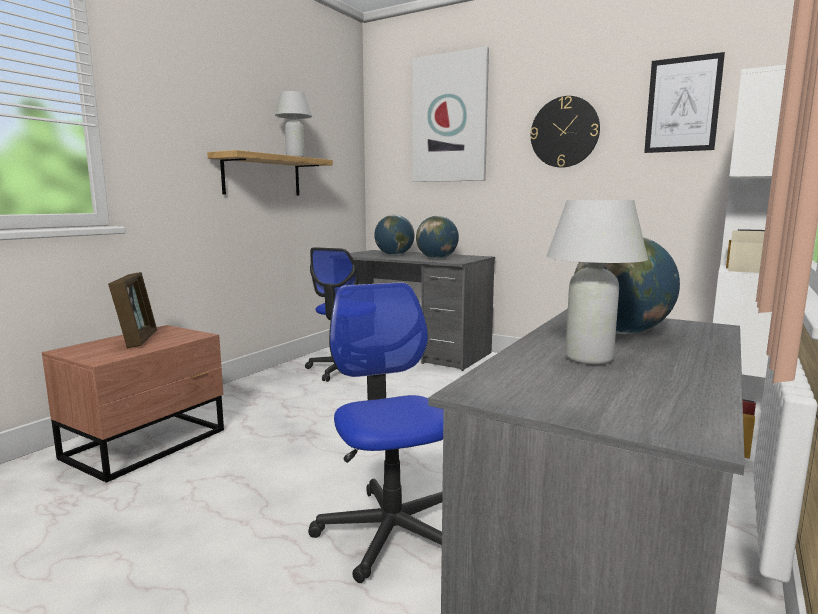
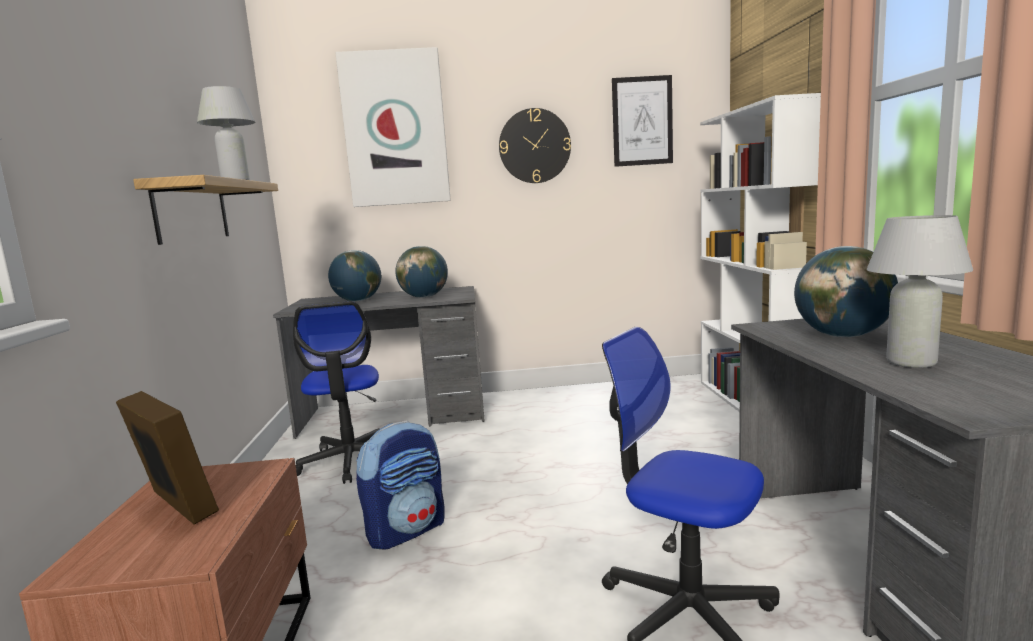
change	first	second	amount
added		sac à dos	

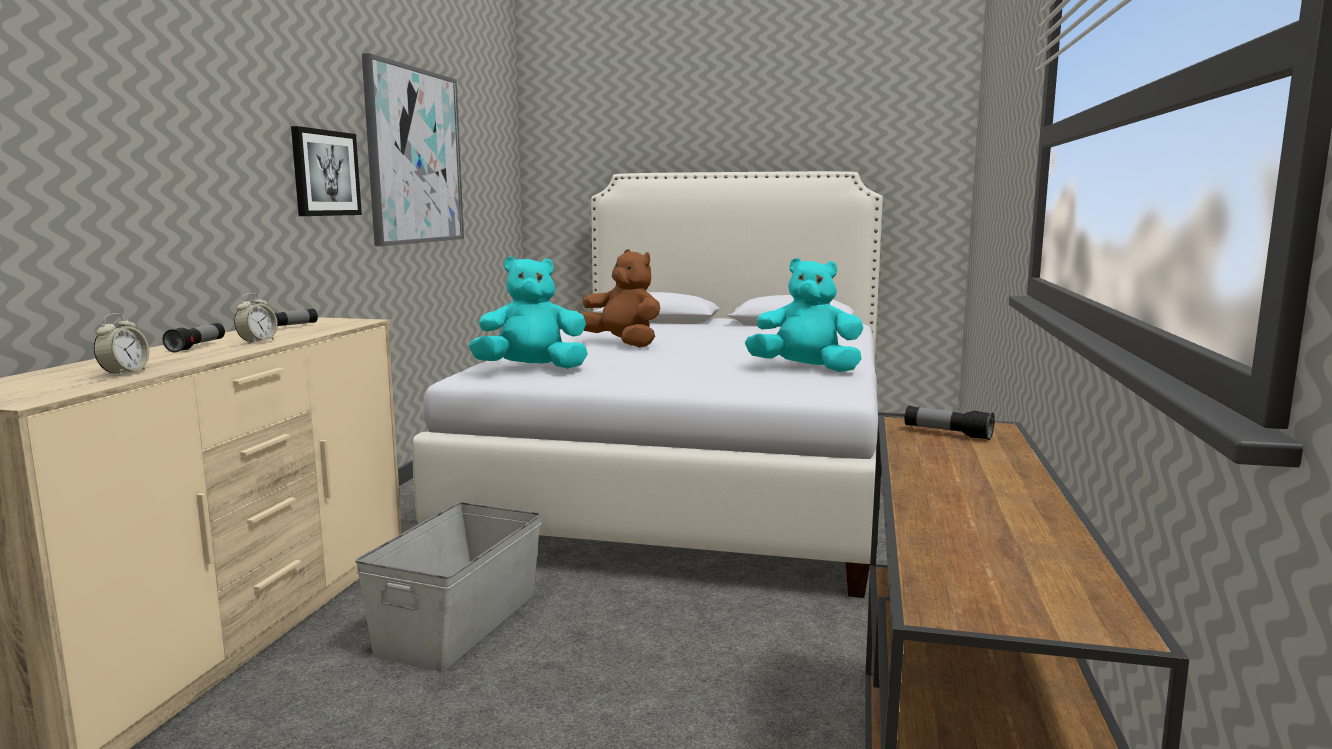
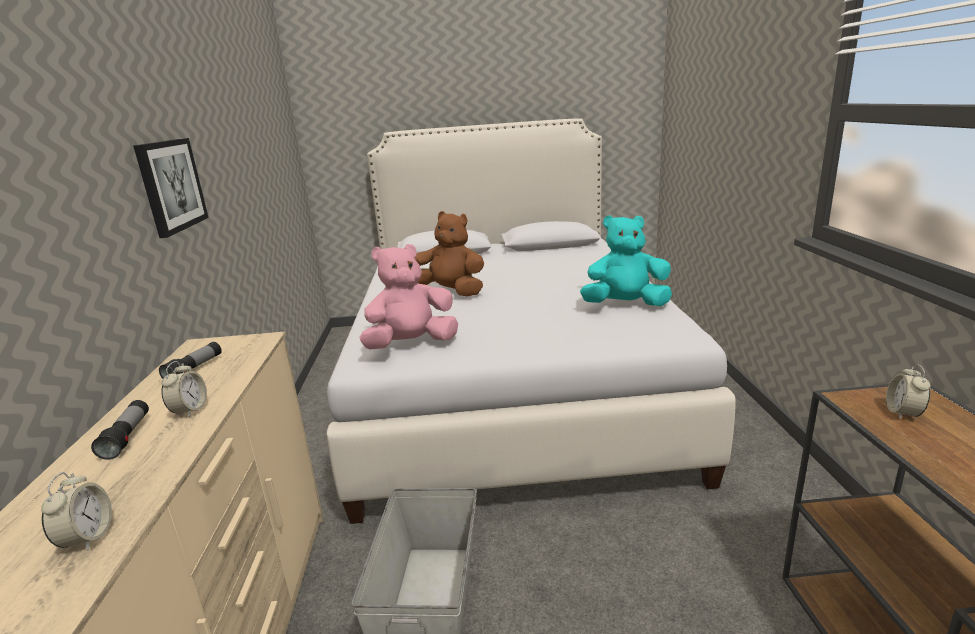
change	first	second	amount
removed	tableau (2nd from left)		
replaced	lampe de poche (3rd from left)	réveil (3rd from left)	
recoloured	peluche [turquoise] (1st from left)	peluche [rose]	

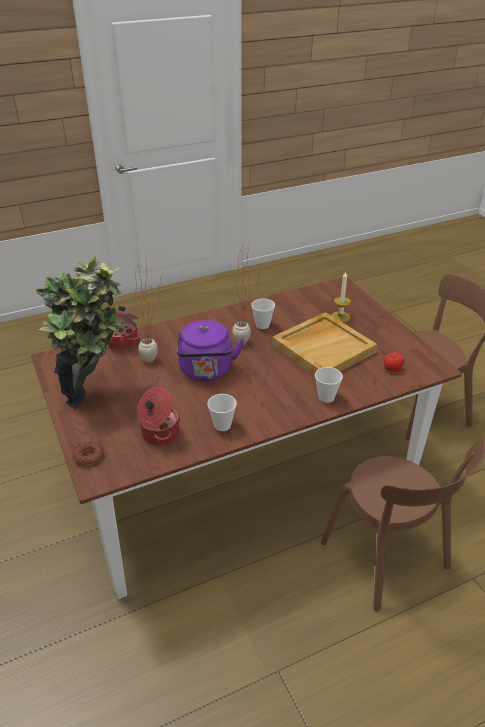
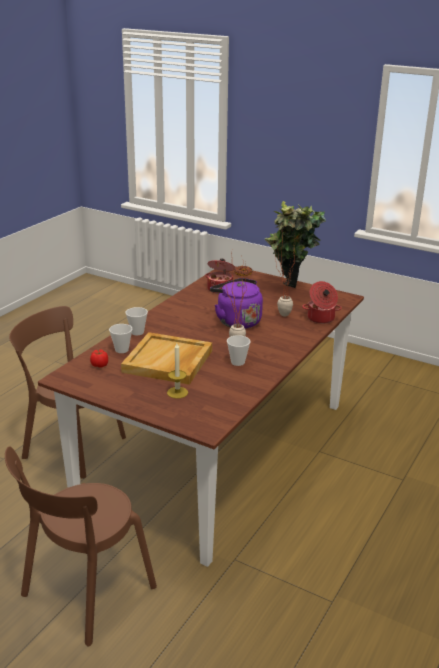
change	first	second	amount
moved	tasse (1st from left)		

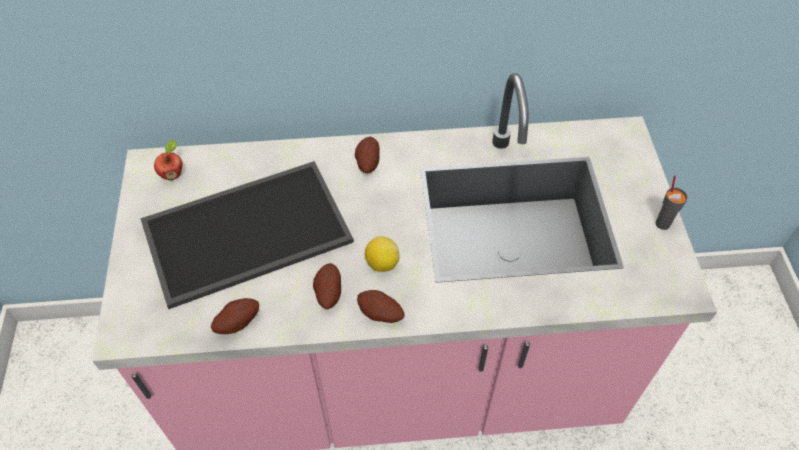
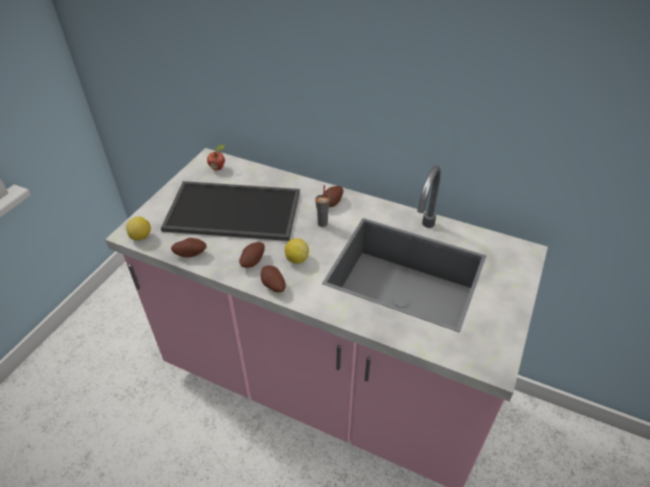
change	first	second	amount
added		citron (1st from left)	
moved	tasse [gris]		

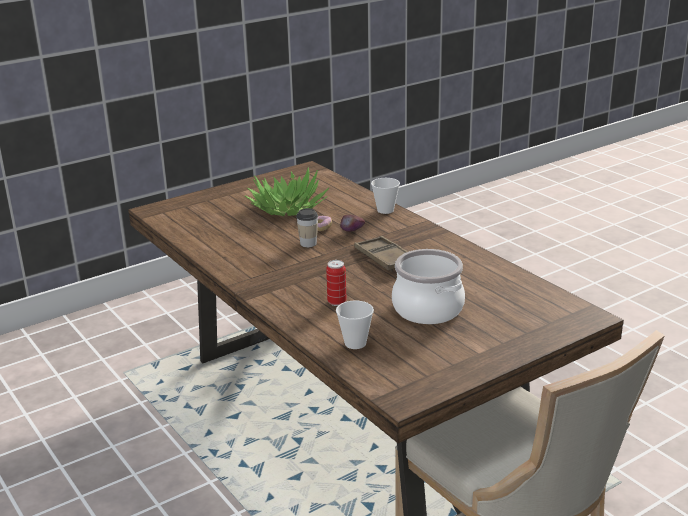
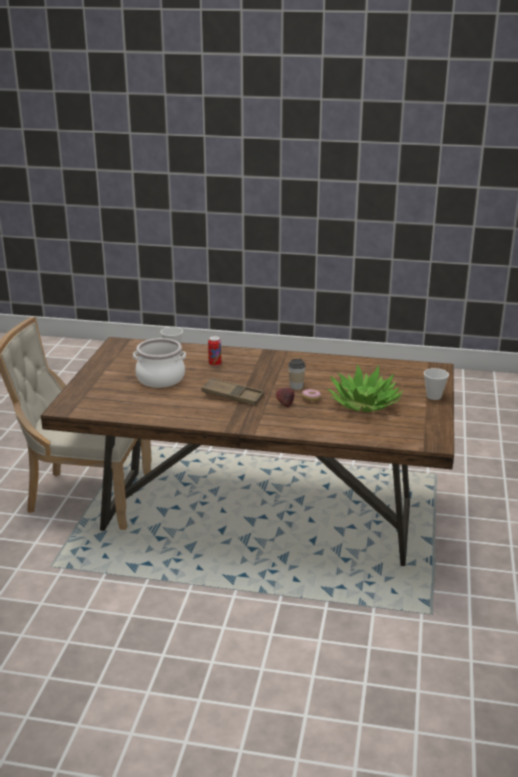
change	first	second	amount
moved	tasse (3rd from left)		

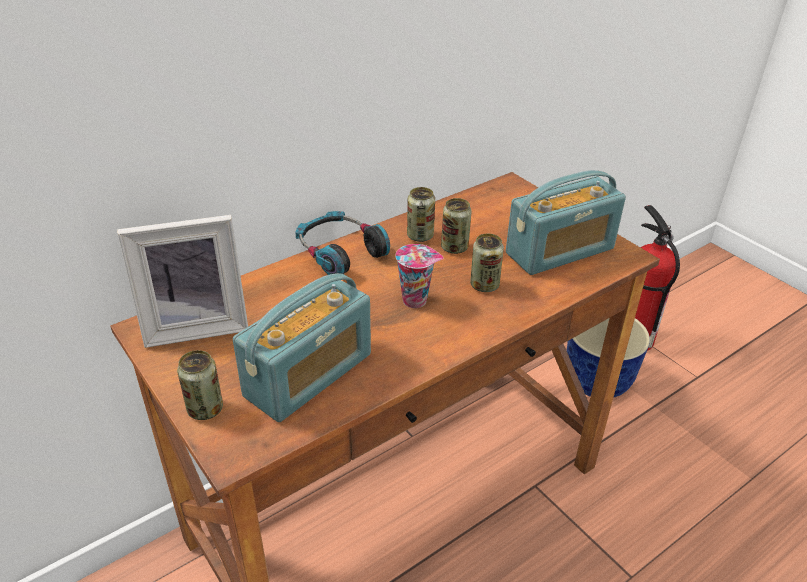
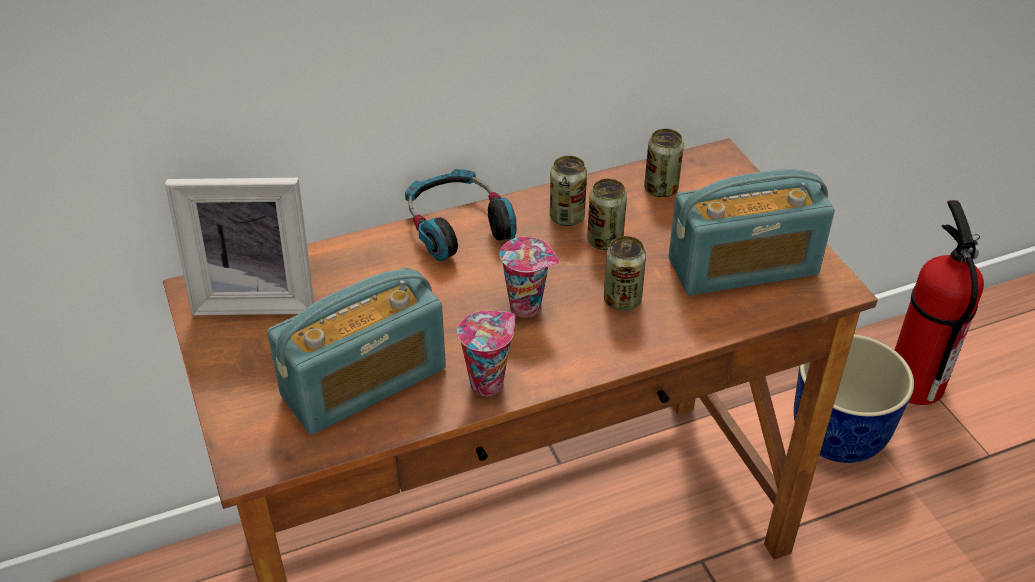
change	first	second	amount
added		tasse (1st from left)	
moved	boîte métallique (1st from left in the first image)	boîte métallique (4th from left)	

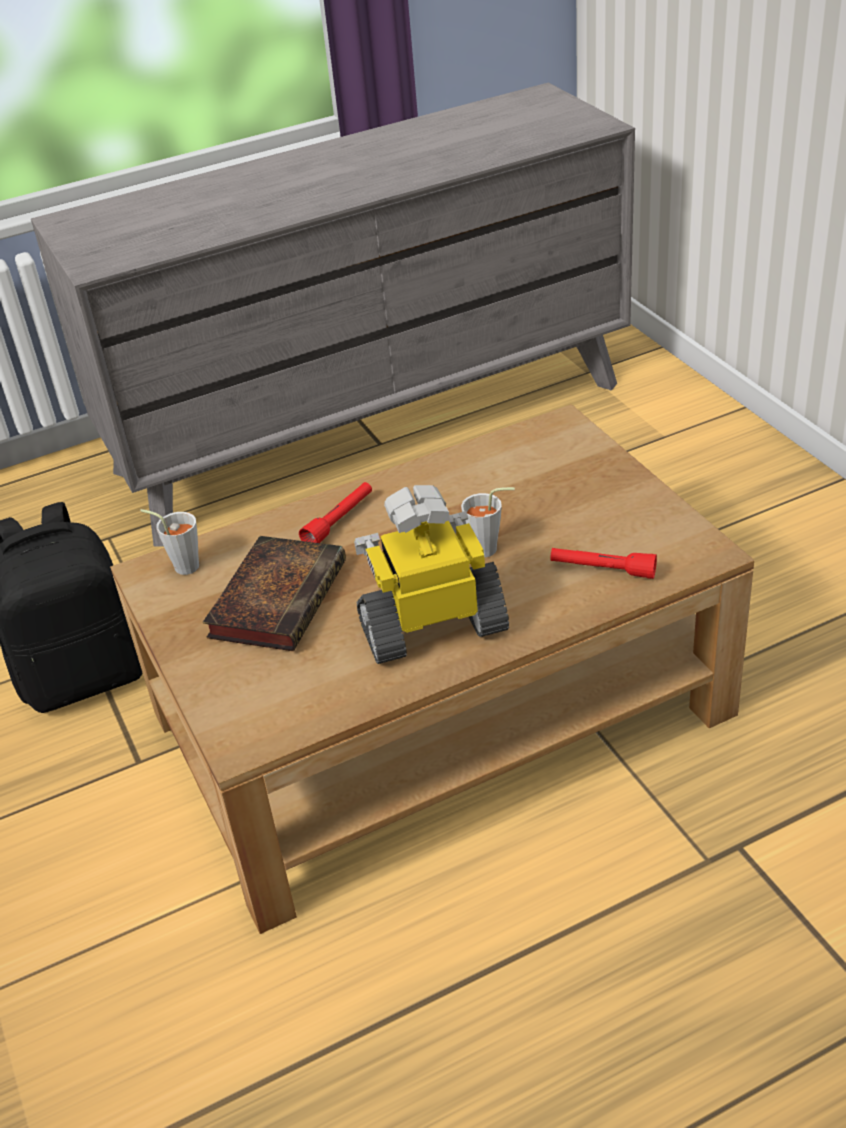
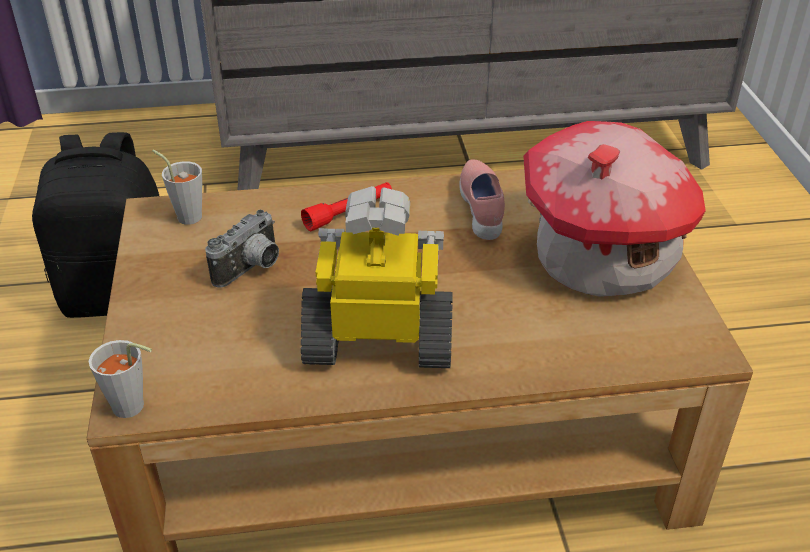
change	first	second	amount
removed	lampe de poche [rouge] (2nd from left)		
added		chaussure [rose]	
added		maison miniature	
moved	tasse [gris] (2nd from left in the first image)	tasse [gris] (1st from left)	
replaced	livre	appareil photo	

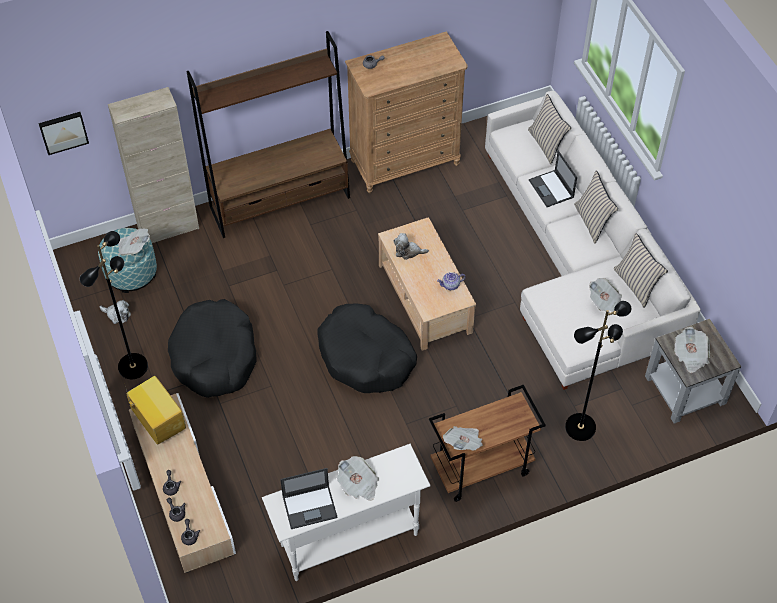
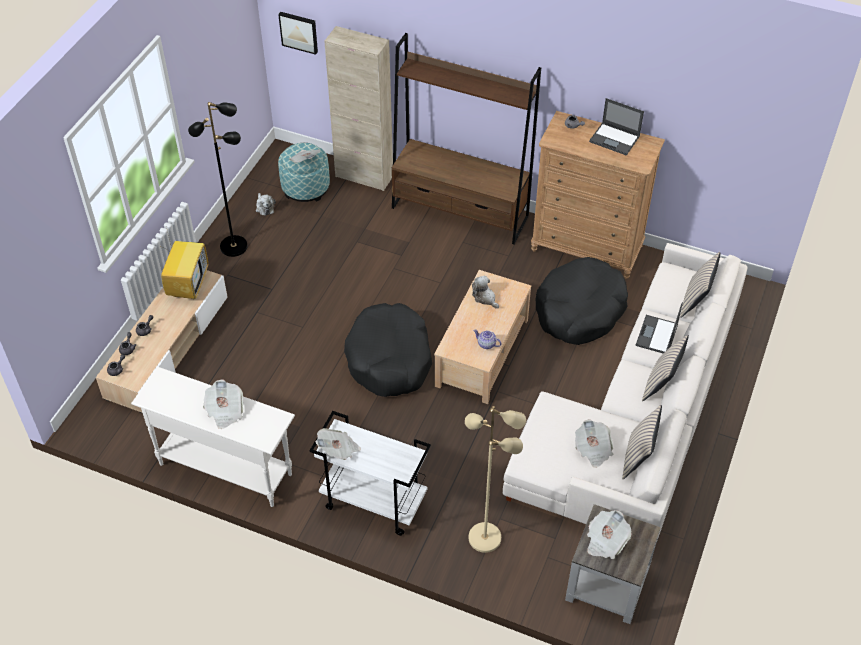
change	first	second	amount
moved	panier pour chien [noir] (1st from left in the first image)	panier pour chien [noir] (2nd from left)	
moved	ordinateur portable (1st from left)		
recoloured	chariot [marron]	chariot [blanc]	
recoloured	lampadaire [noir] (2nd from left)	lampadaire [beige]	

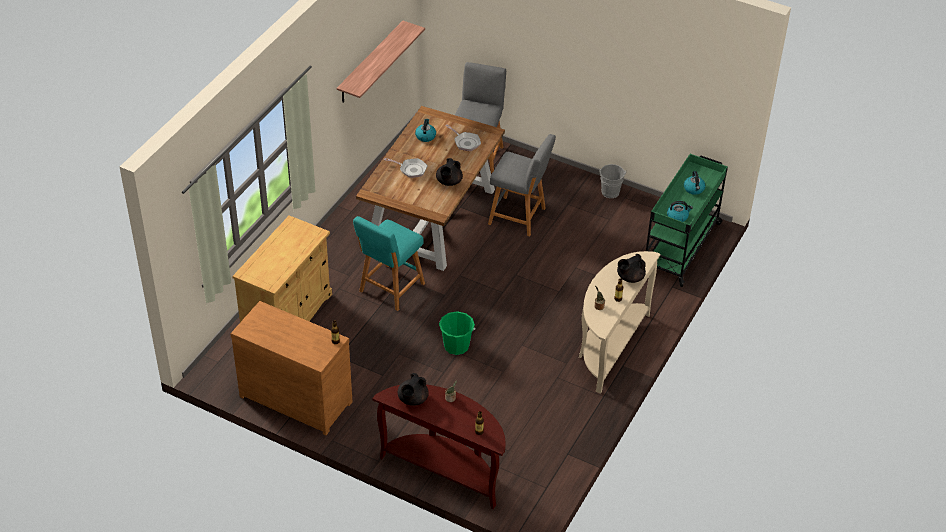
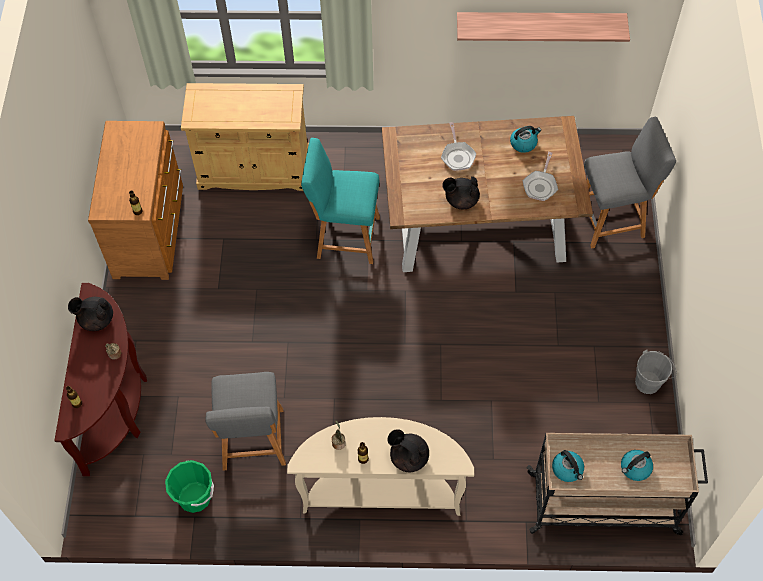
change	first	second	amount
moved	seau [vert]		
moved	tabouret [gris] (2nd from left in the first image)	tabouret [gris] (1st from left)	
recoloured	chariot [vert]	chariot [beige]	

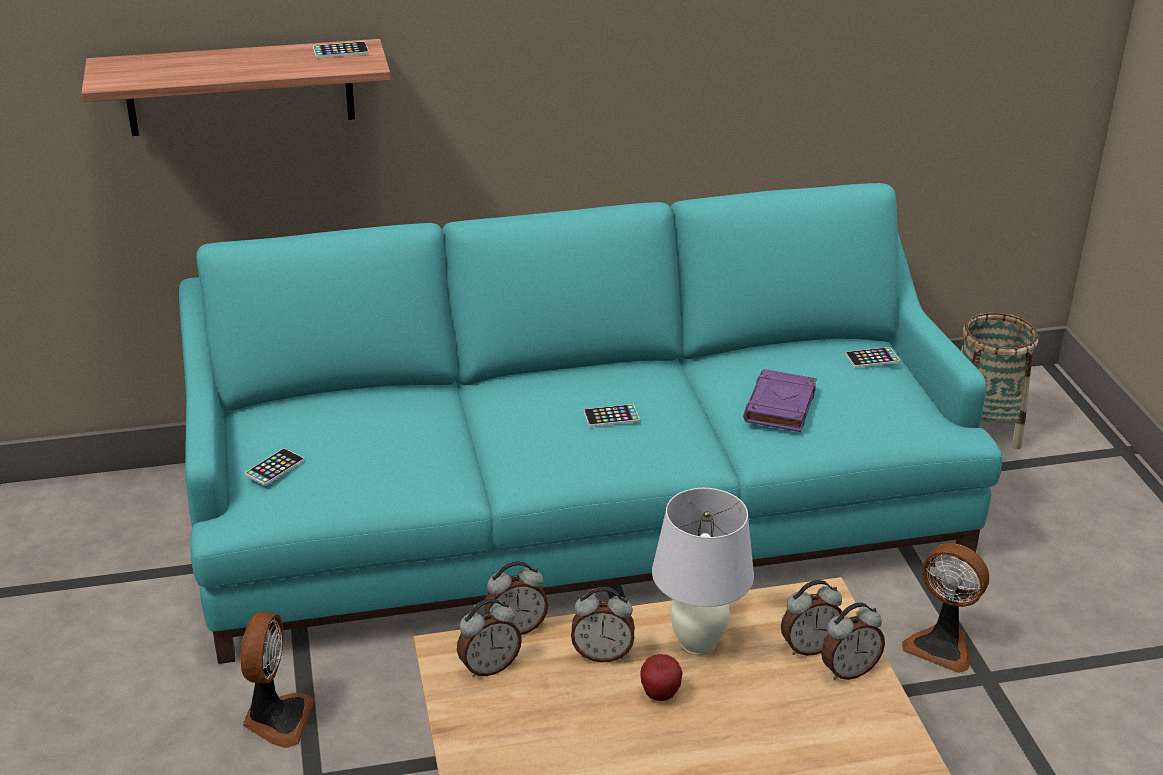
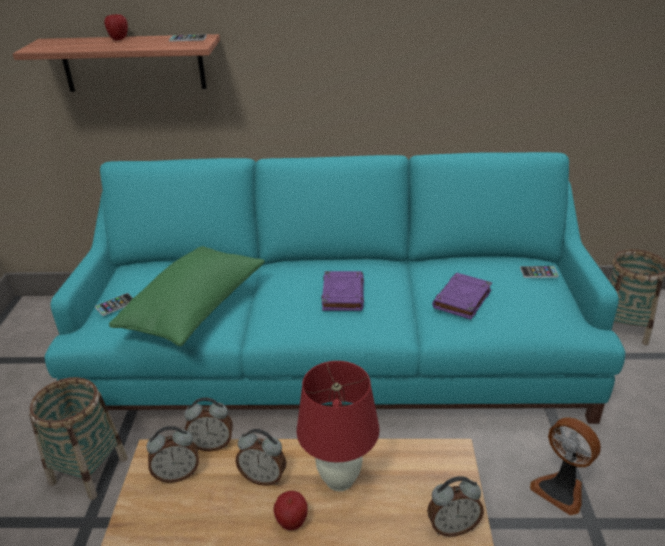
change	first	second	amount
removed	réveil (4th from left)		
added		pomme (1st from left)	
added		coussin [vert]	
replaced	ventilateur (1st from left)	panier (1st from left)	
replaced	téléphone (3rd from left)	livre [violet] (1st from left)	
recoloured	lampe de table [blanc]	lampe de table [rouge]	

